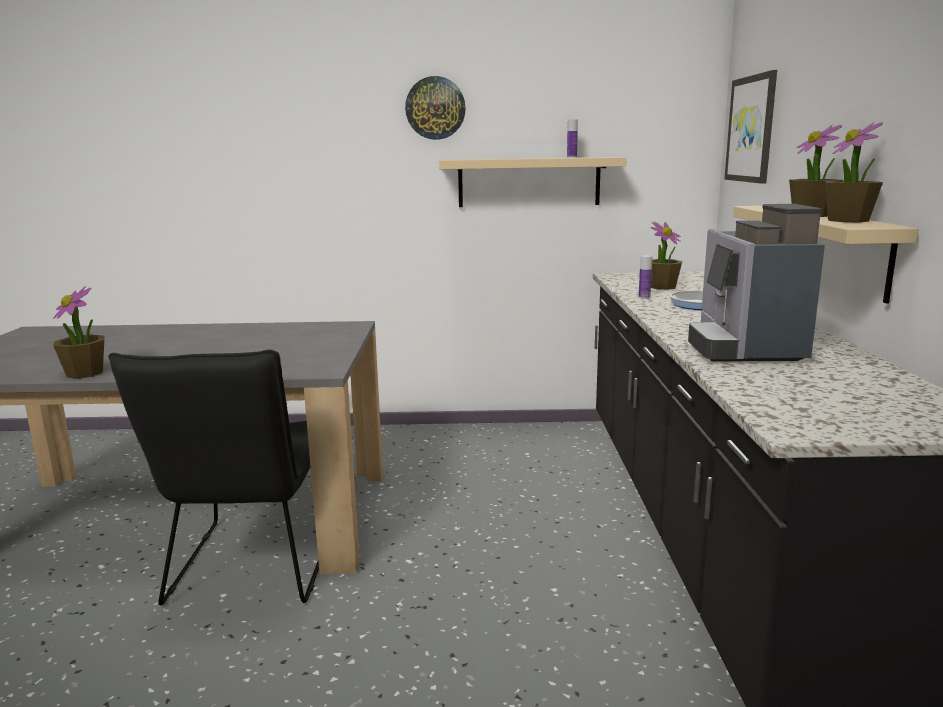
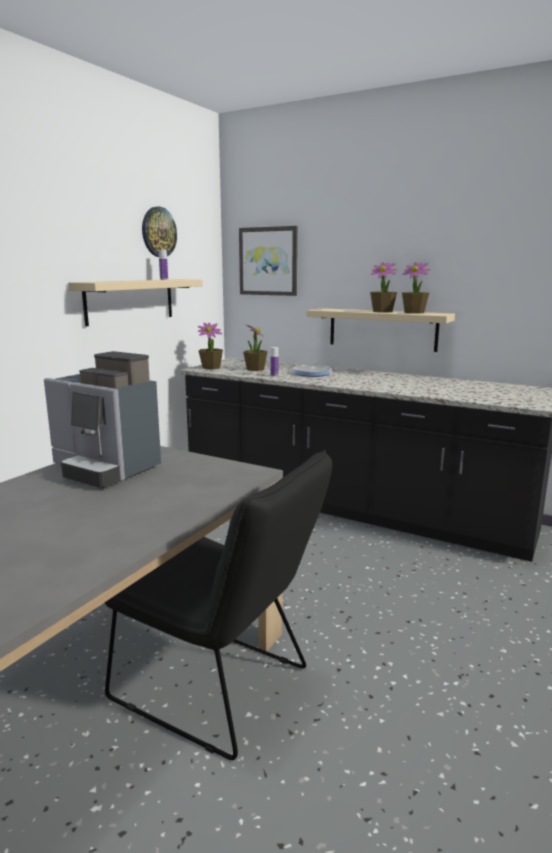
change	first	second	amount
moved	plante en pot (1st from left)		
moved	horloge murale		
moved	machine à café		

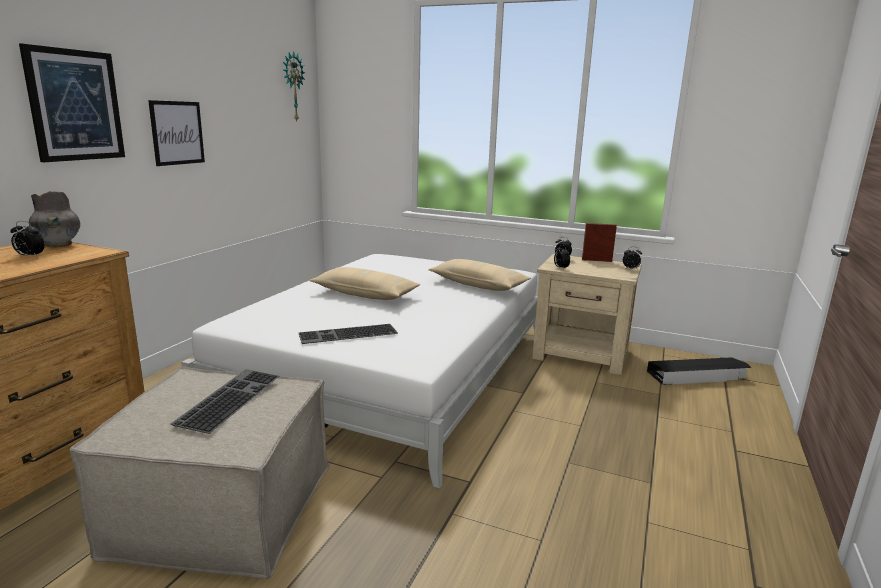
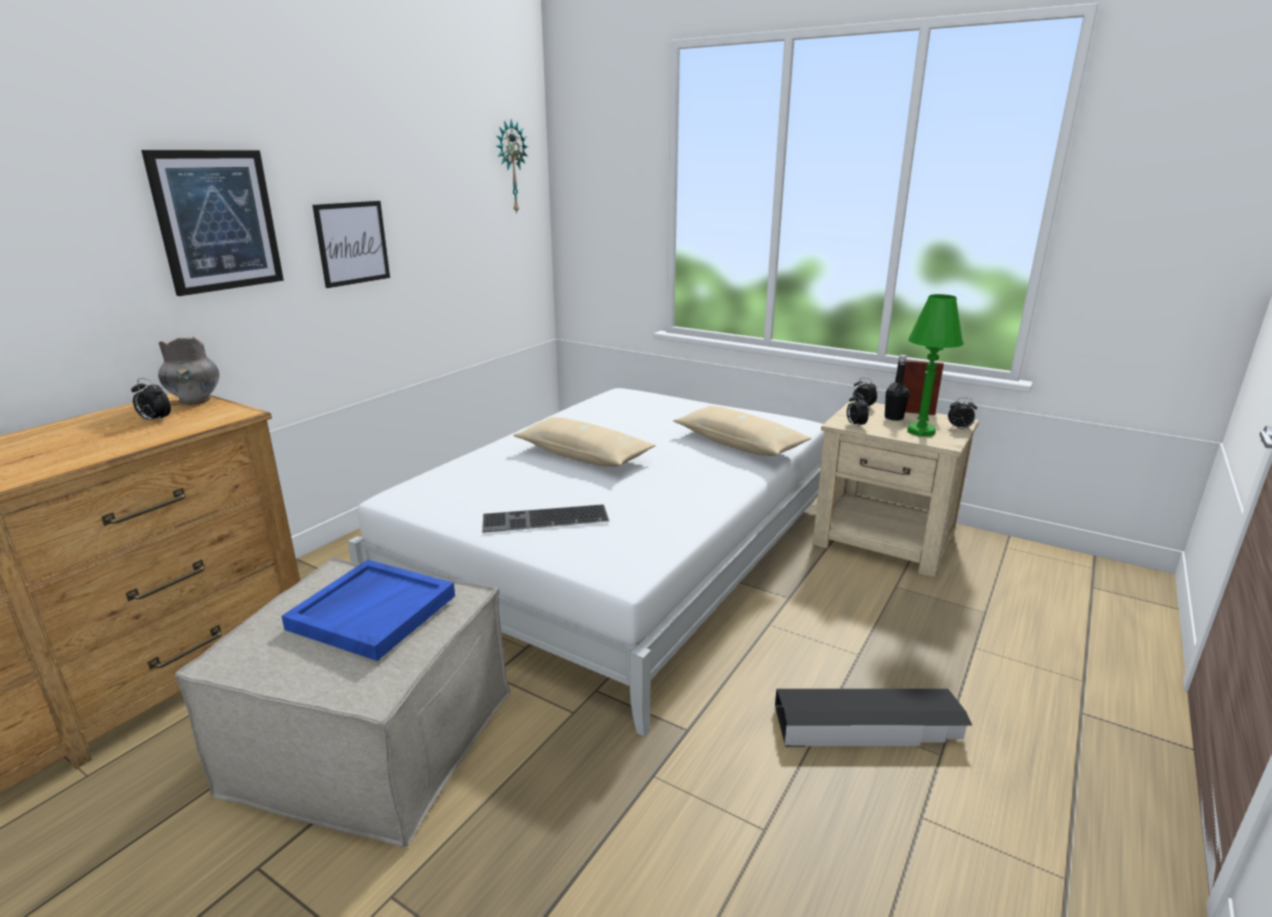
change	first	second	amount
added		bouteille [noir]	
added		lampe de table [vert]	
moved	boîte de rangement [noir]		
replaced	clavier (1st from left)	plateau [bleu]	

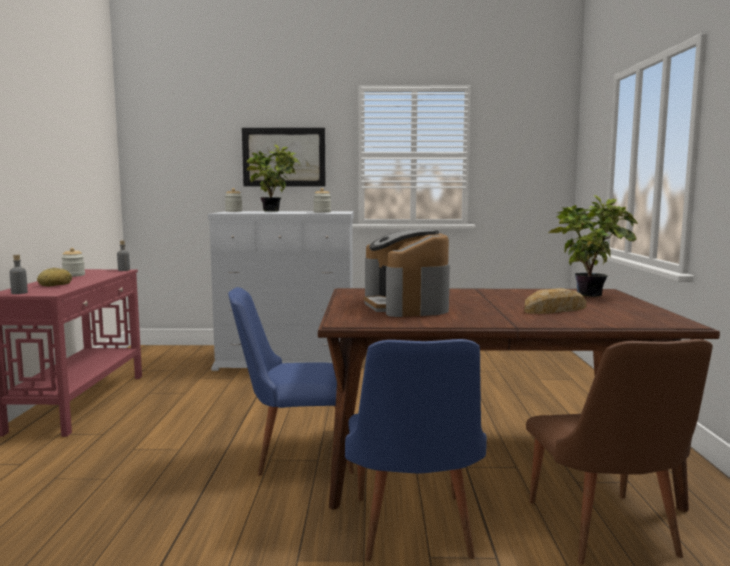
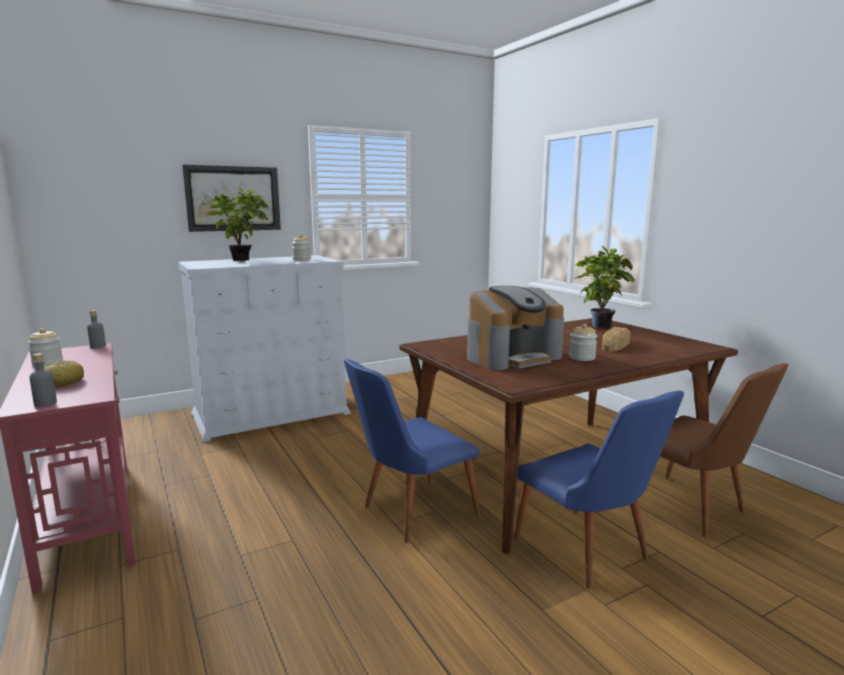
change	first	second	amount
moved	bocal (2nd from left in the first image)	bocal (3rd from left)	
turned	machine à café		75 degrees counterclockwise

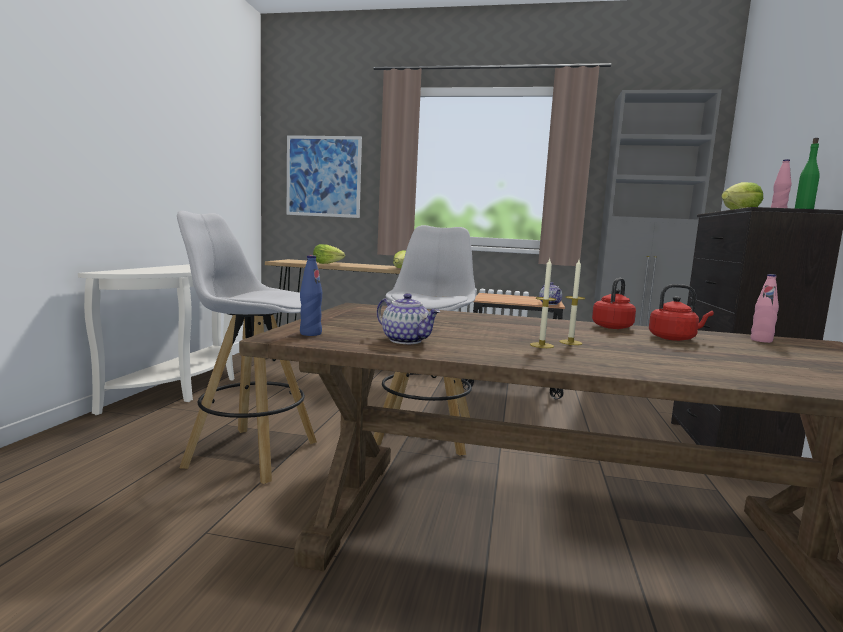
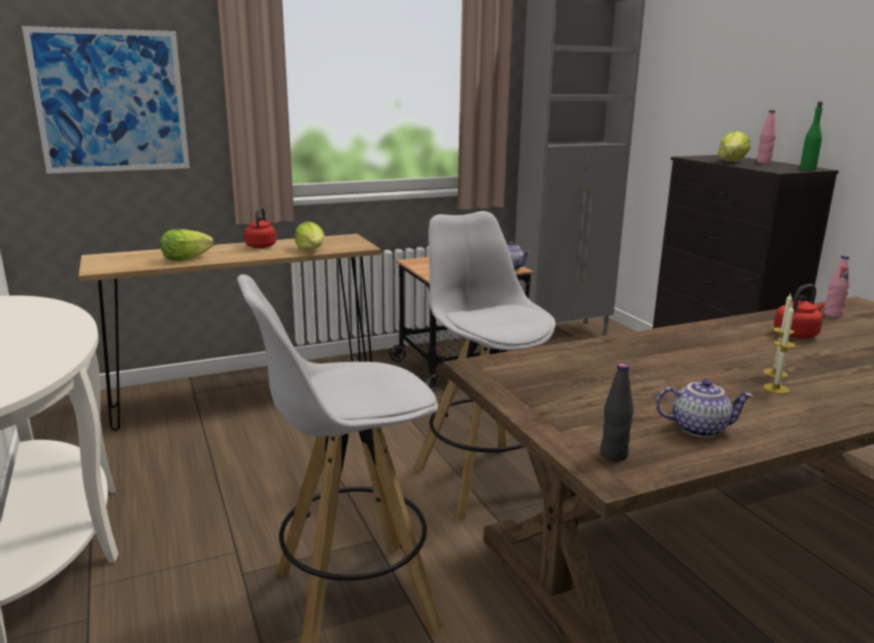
change	first	second	amount
moved	bouilloire [rouge] (1st from left)		
recoloured	bouteille [bleu]	bouteille [noir]	

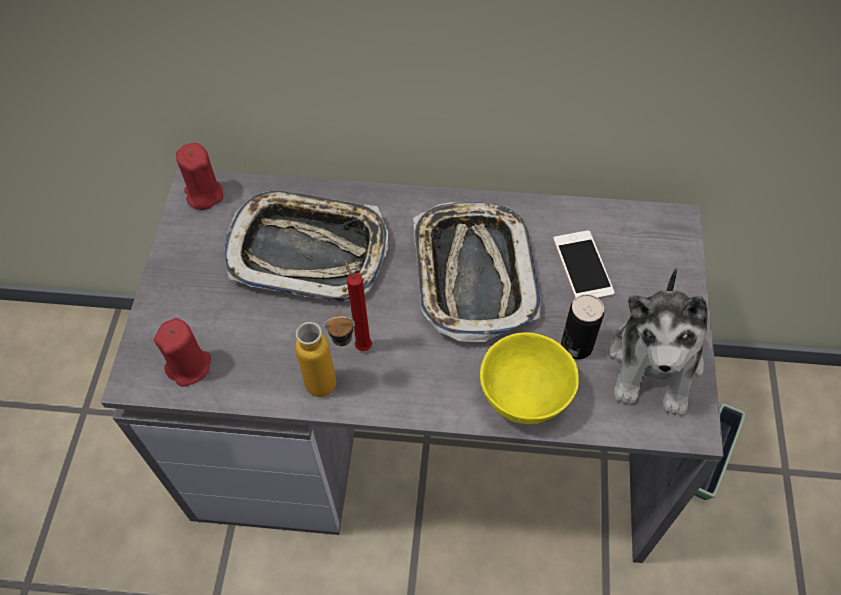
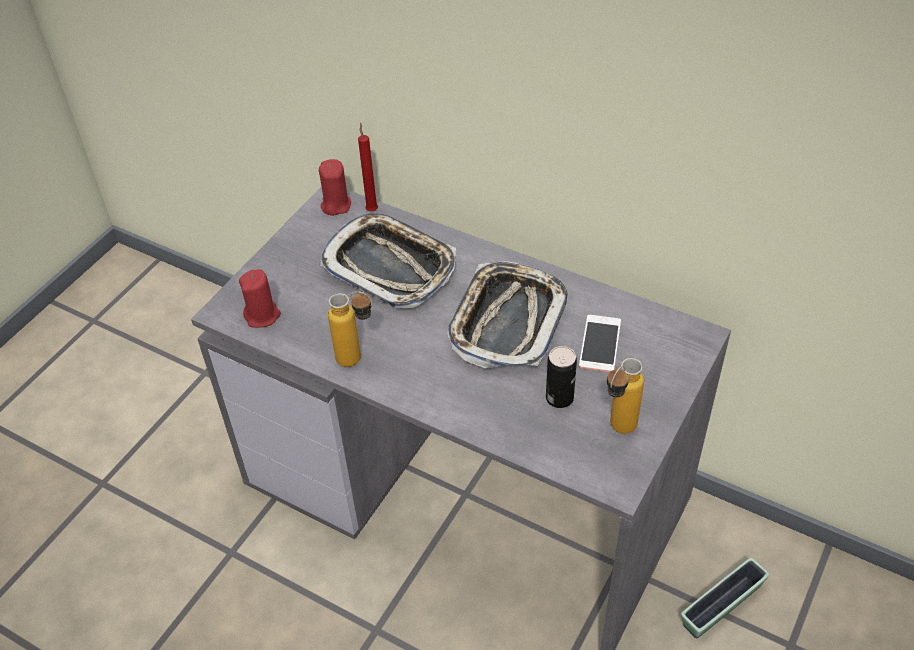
change	first	second	amount
removed	bol [jaune]		
moved	bougie [rouge] (3rd from left)		
replaced	peluche	bouteille (2nd from left)	

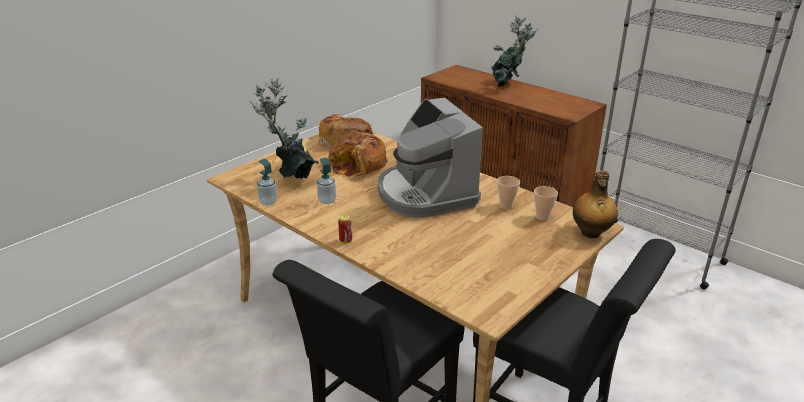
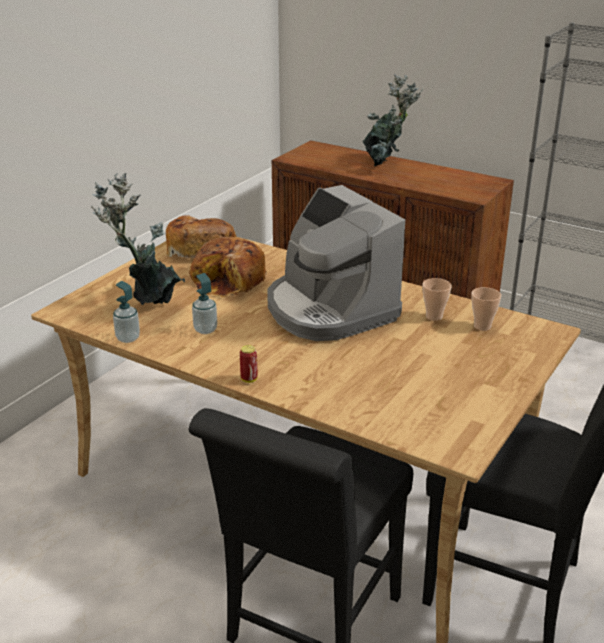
change	first	second	amount
removed	bouteille		

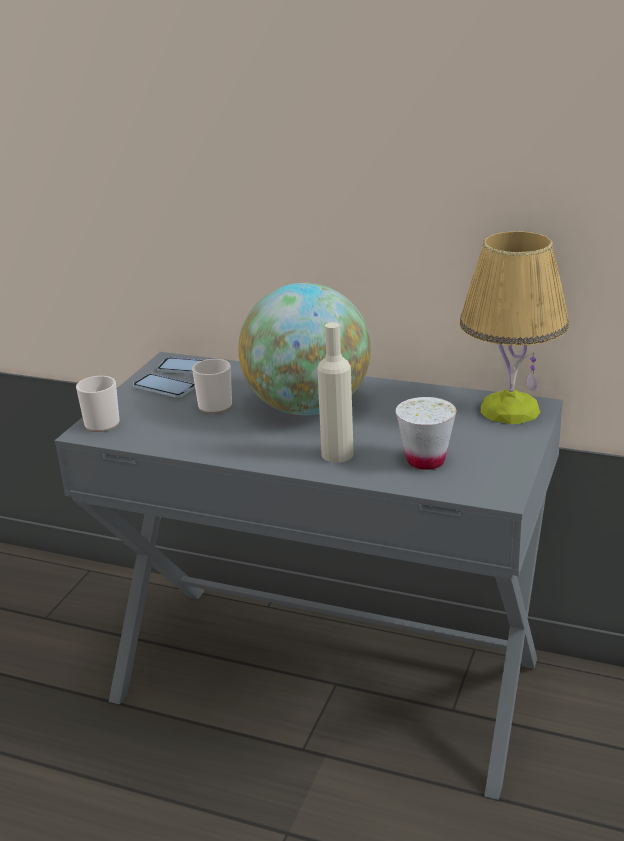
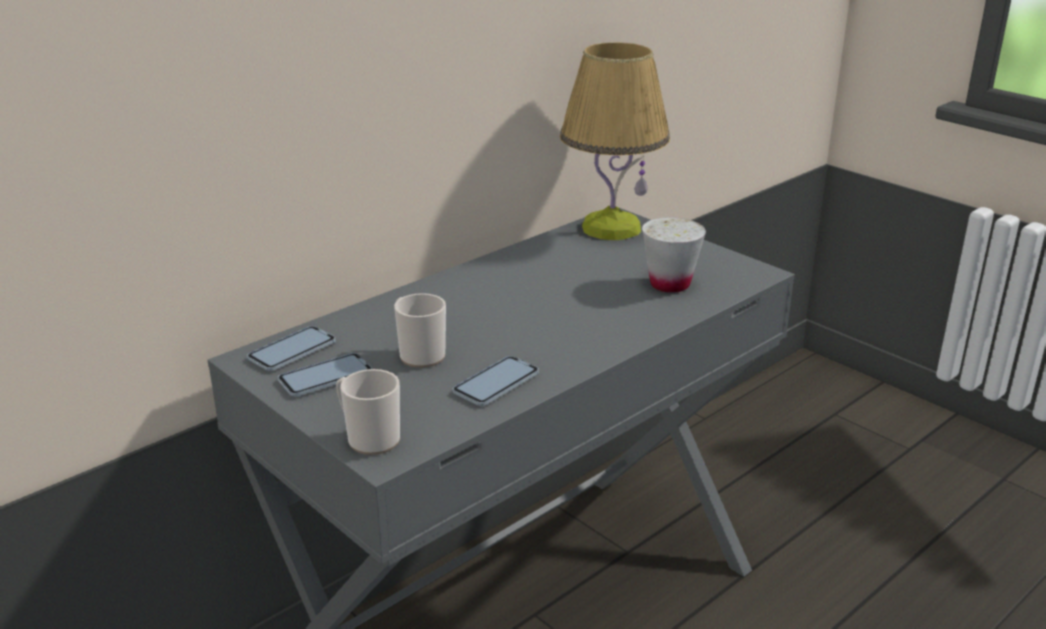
change	first	second	amount
removed	globe		
removed	bouteille [beige]		
added		téléphone (3rd from left)	

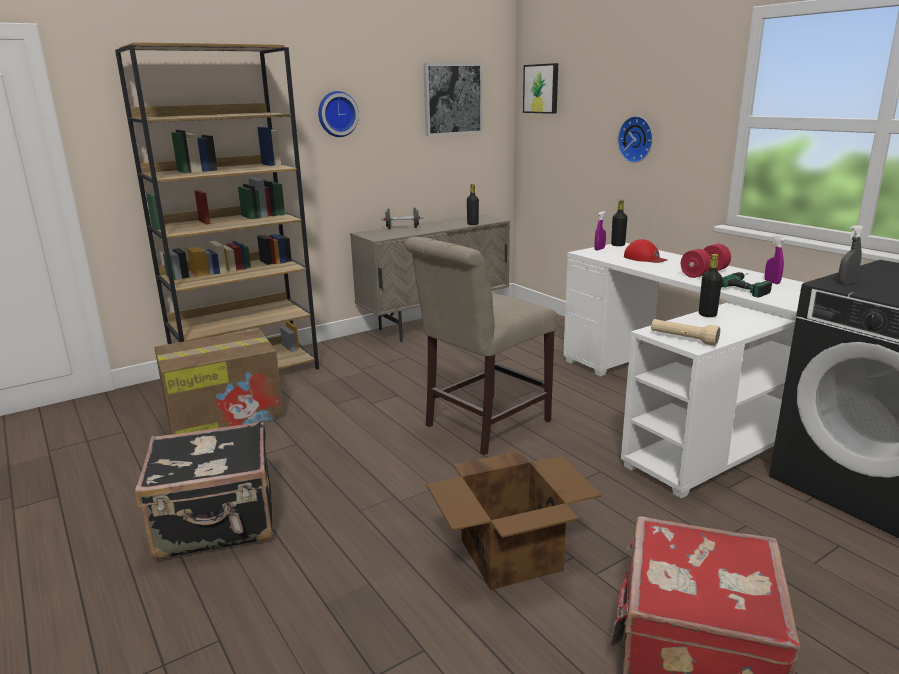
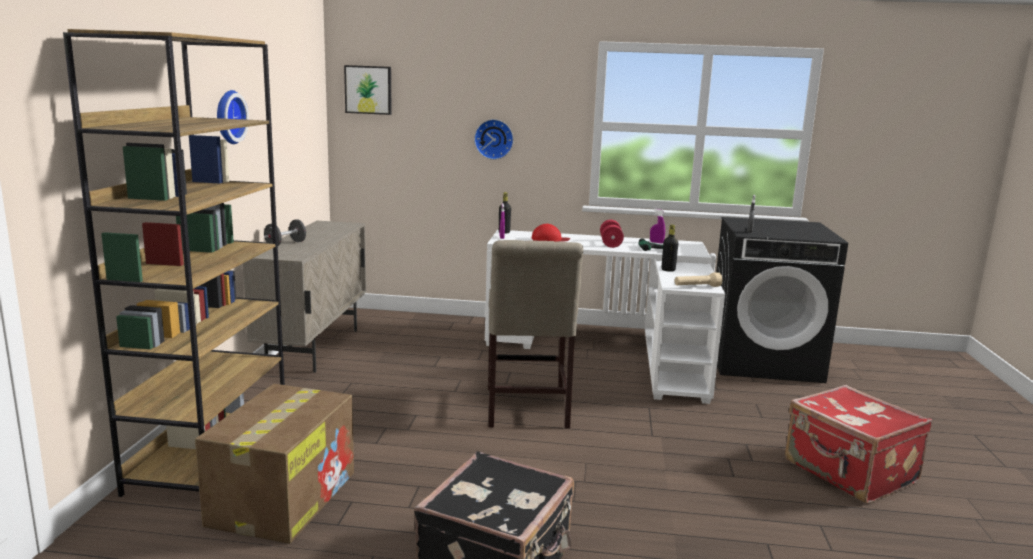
change	first	second	amount
removed	tableau (1st from left)		
removed	carton (2nd from left)		
removed	bouteille [noir] (1st from left)		

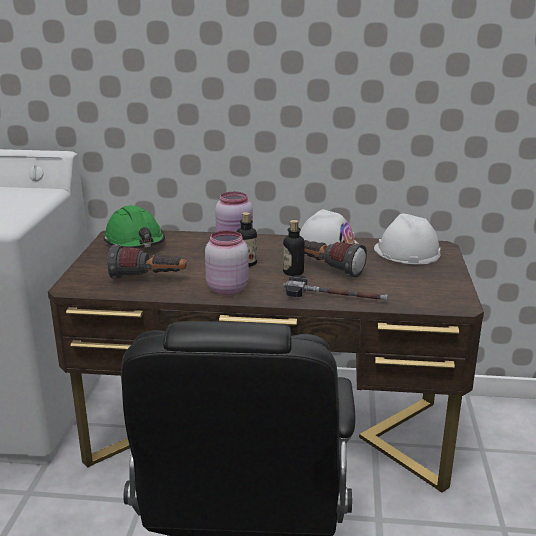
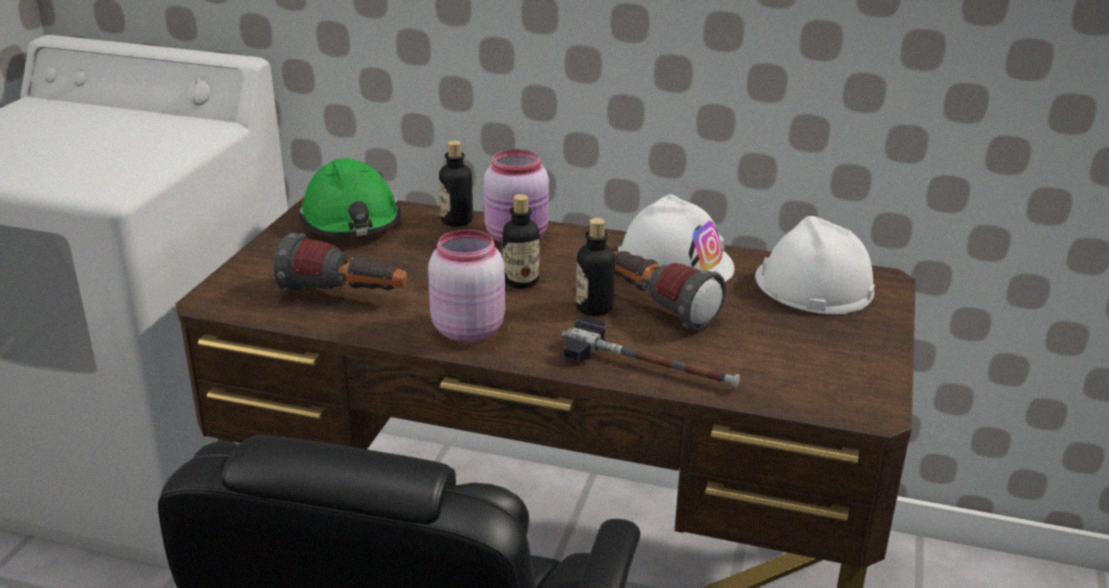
change	first	second	amount
added		bouteille (1st from left)	

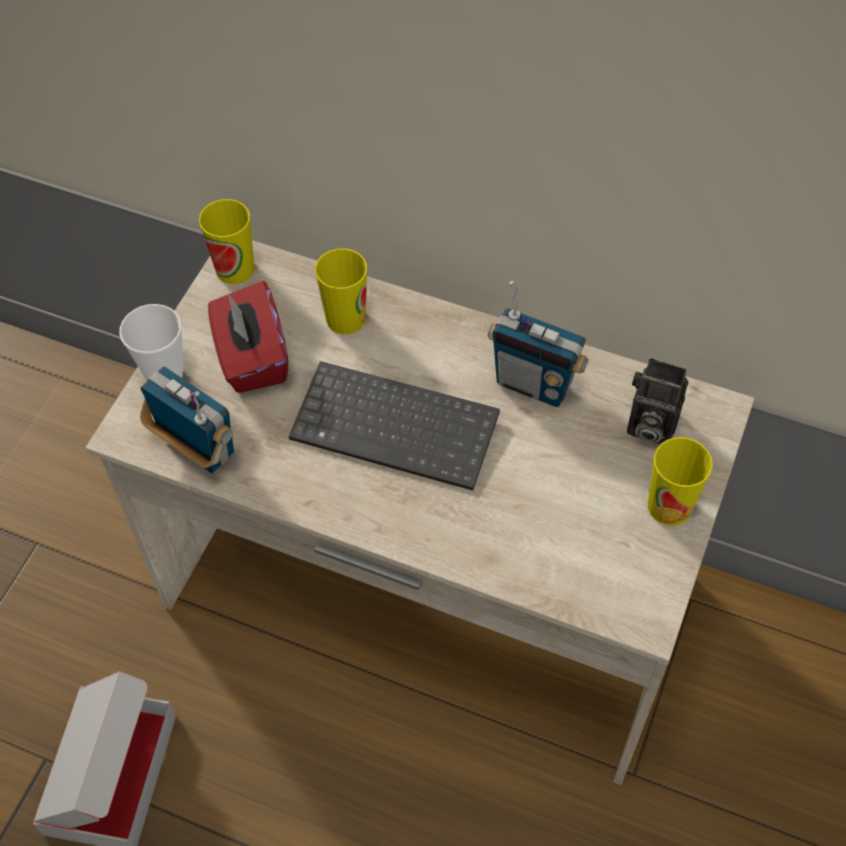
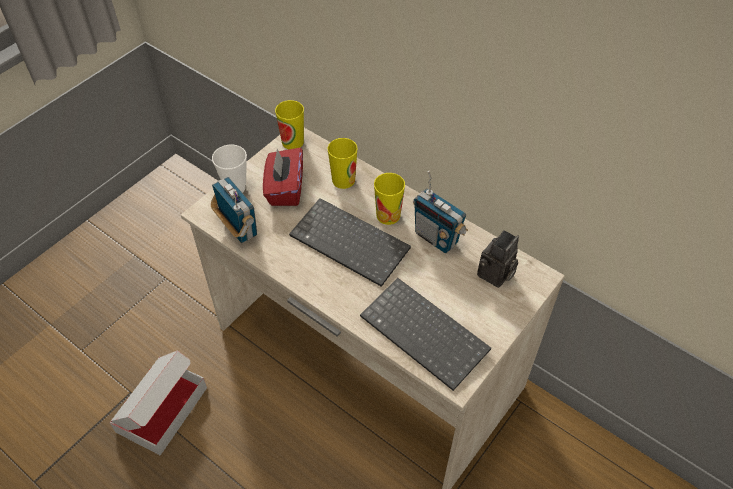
change	first	second	amount
added		clavier (2nd from left)	
moved	tasse (4th from left)		
turned	appareil photo		90 degrees counterclockwise

